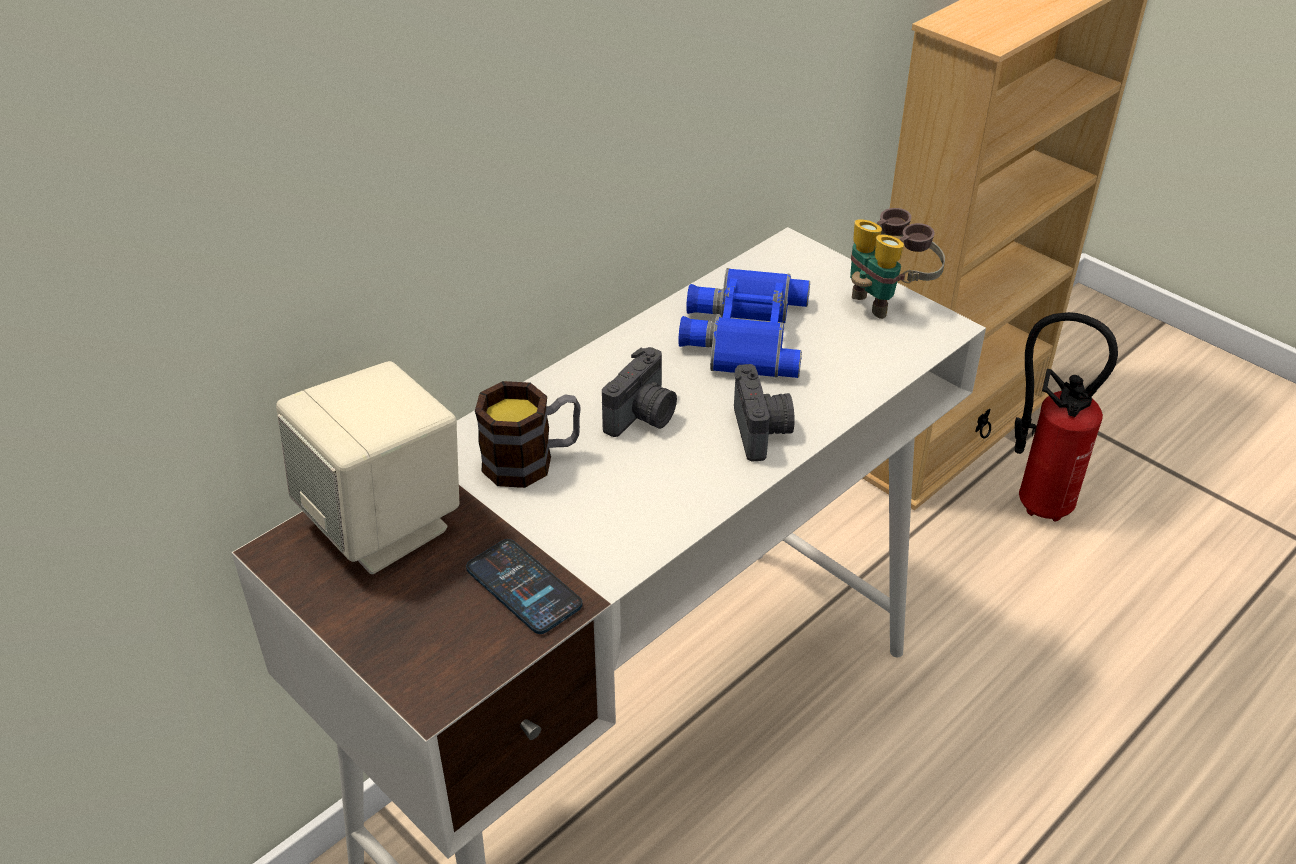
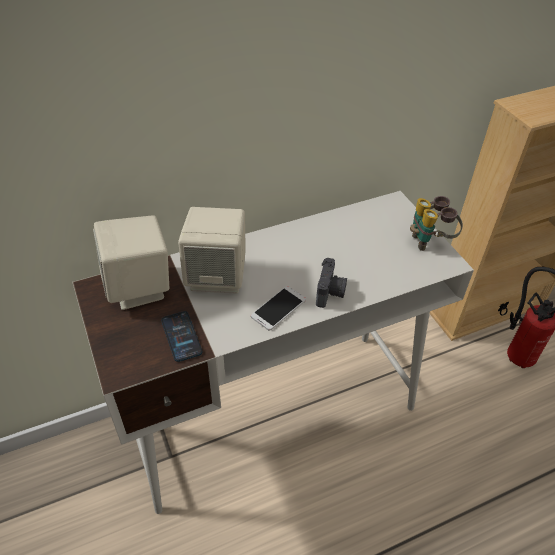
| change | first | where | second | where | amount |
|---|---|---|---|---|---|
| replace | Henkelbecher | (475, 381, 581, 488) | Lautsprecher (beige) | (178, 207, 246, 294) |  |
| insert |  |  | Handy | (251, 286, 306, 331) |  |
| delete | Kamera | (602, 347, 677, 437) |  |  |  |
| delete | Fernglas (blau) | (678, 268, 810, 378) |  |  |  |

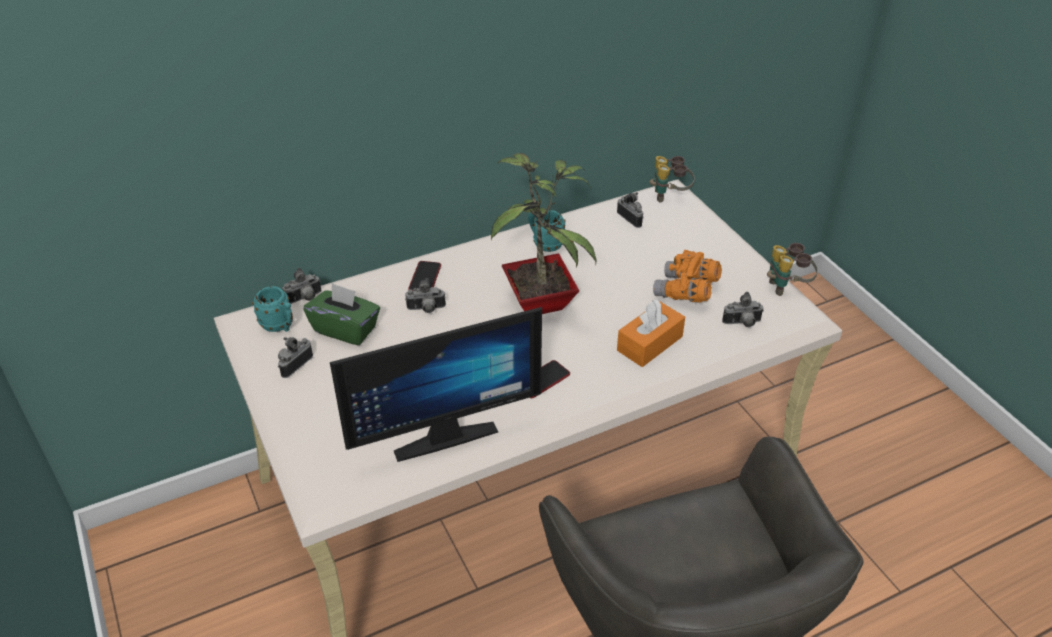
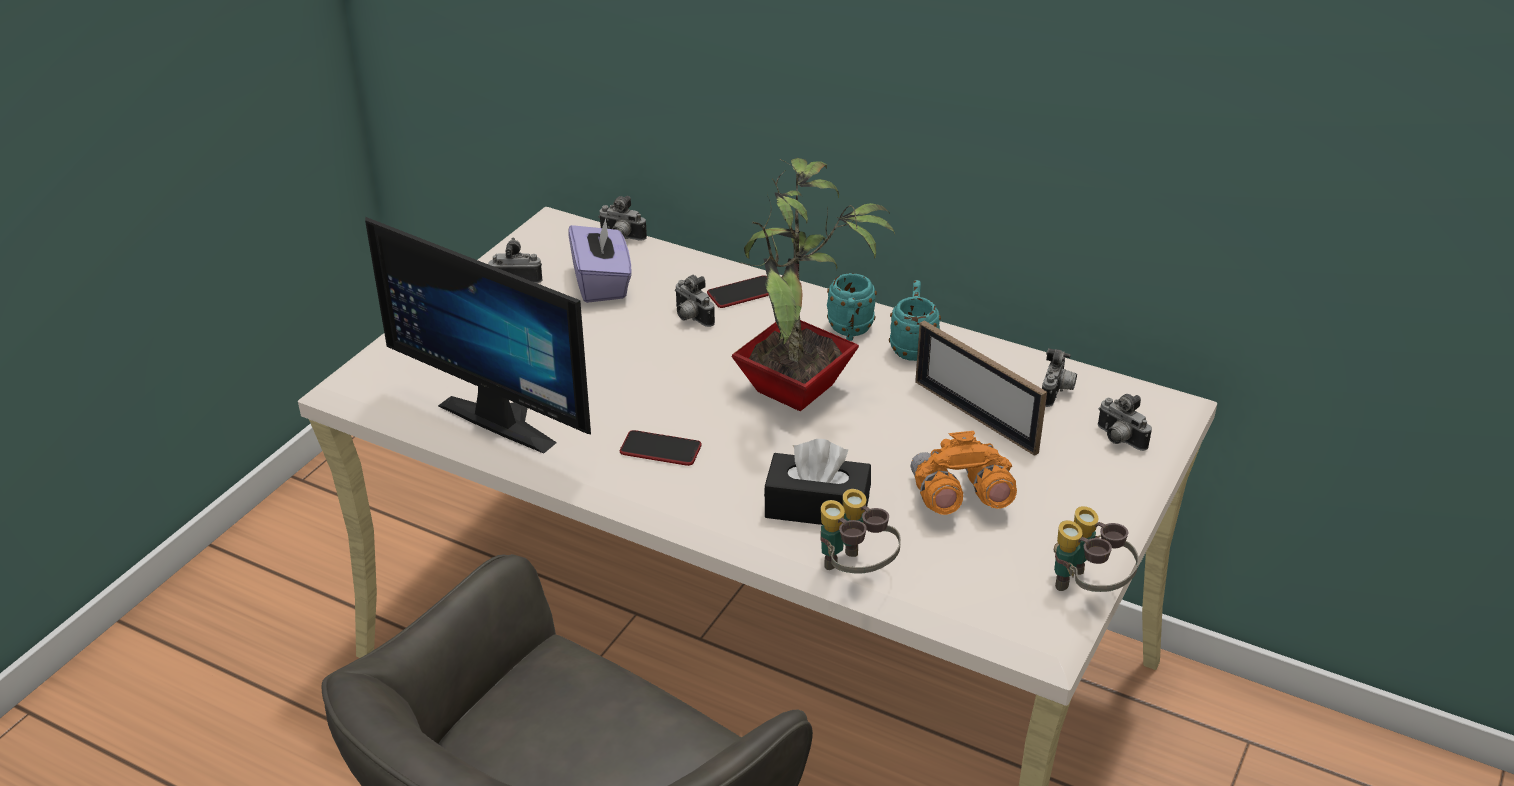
| change | first | where | second | where | amount |
|---|---|---|---|---|---|
| recolor | Taschentuchbox (grün) | (303, 283, 380, 345) | Taschentuchbox (lila) | (568, 218, 632, 303) |  |
| recolor | Taschentuchbox (orange) | (617, 300, 685, 367) | Taschentuchbox (schwarz) | (764, 439, 871, 525) |  |
| move | Fernglas | (650, 156, 695, 203) |  | (820, 489, 901, 574) |  |
| move | Henkelbecher (türkis) | (252, 286, 293, 332) |  | (827, 273, 877, 341) |  |
| insert |  |  | Bilderrahmen | (915, 320, 1047, 456) |  |
| move | Kamera | (722, 292, 764, 327) |  | (1098, 394, 1152, 451) |  |

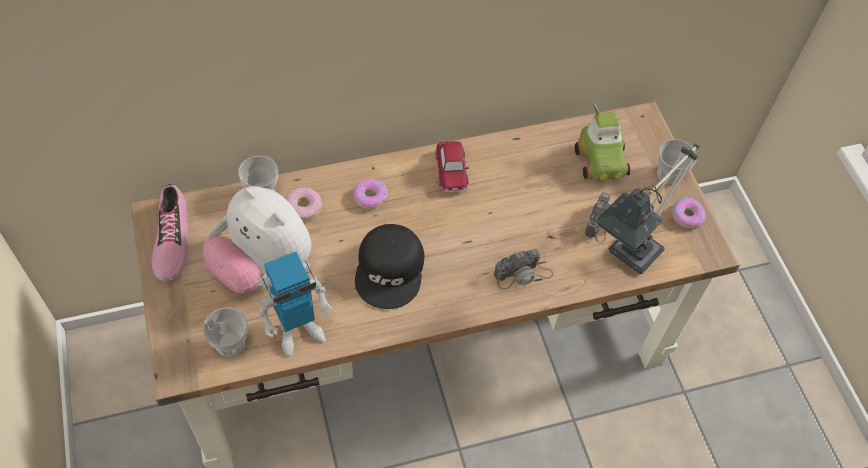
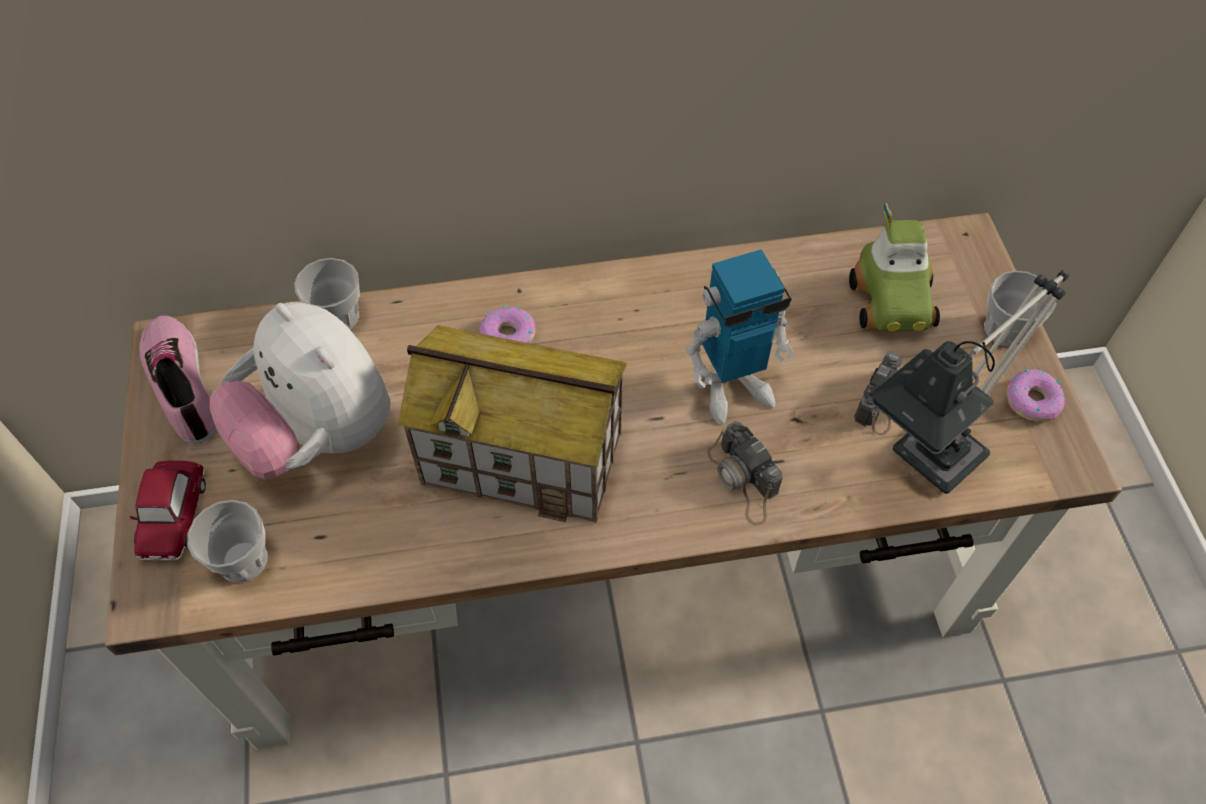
| change | first | where | second | where | amount |
|---|---|---|---|---|---|
| move | Spielzeugauto | (436, 141, 469, 192) |  | (129, 460, 206, 560) |  |
| rotate | Schuh | (152, 184, 188, 281) |  | (139, 316, 216, 444) | 150 degrees clockwise |
| replace | Kappe (schwarz) | (355, 224, 424, 309) | Spielzeughaus | (398, 325, 627, 523) |  |
| move | Spielzeugroboter | (258, 252, 332, 357) |  | (686, 249, 794, 425) |  |
| rotate | Kamera | (494, 249, 554, 290) |  | (707, 421, 782, 526) | 75 degrees clockwise |
| delete | Donut | (285, 187, 322, 221) |  |  |  |

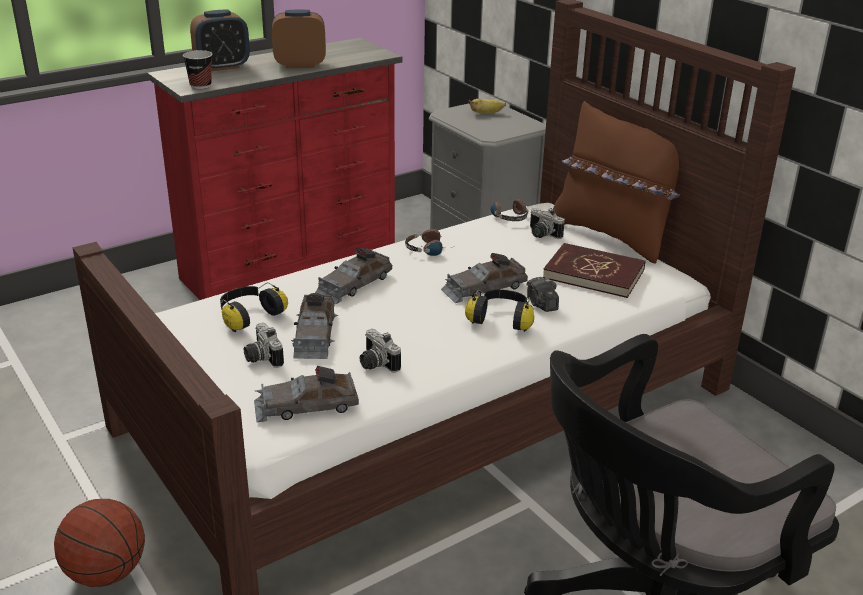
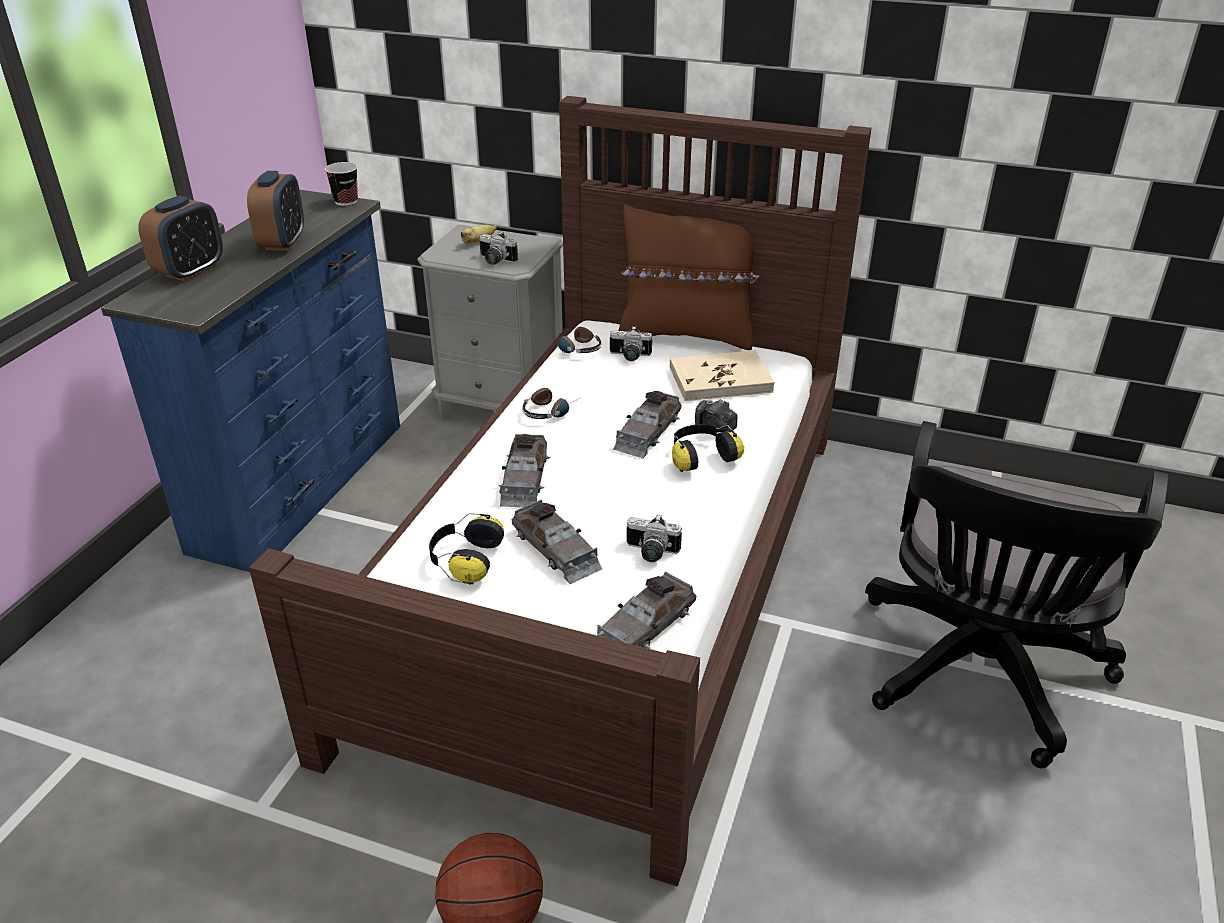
| change | first | where | second | where | amount |
|---|---|---|---|---|---|
| recolor | Kommode (rot) | (147, 38, 402, 300) | Kommode (blau) | (101, 190, 400, 572) |  |
| rotate | Wecker | (272, 10, 326, 68) |  | (247, 171, 304, 251) | 135 degrees clockwise |
| move | Tasse | (183, 50, 212, 89) |  | (325, 162, 358, 206) |  |
| move | Kamera | (244, 323, 284, 368) |  | (479, 231, 518, 264) |  |
| recolor | Buch (rot) | (543, 243, 645, 298) | Buch (beige) | (670, 350, 775, 401) |  |

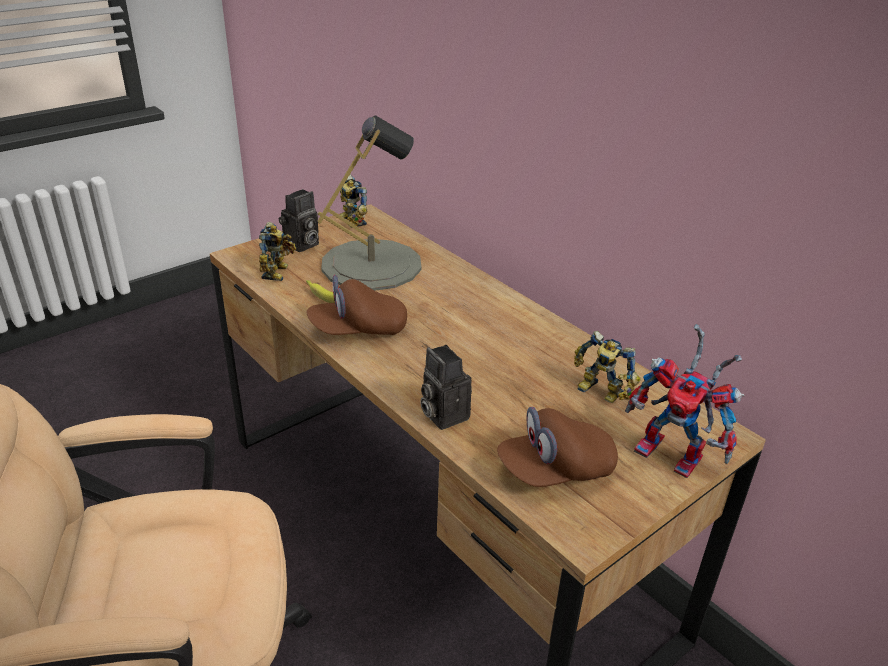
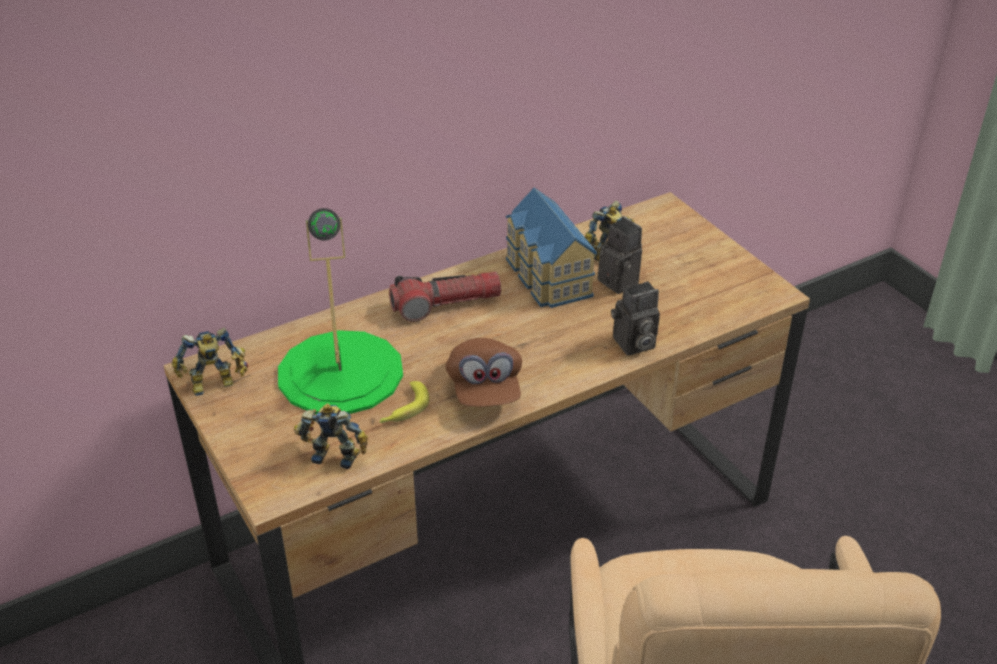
| change | first | where | second | where | amount |
|---|---|---|---|---|---|
| recolor | Tischlampe (grau) | (318, 115, 421, 291) | Tischlampe (grün) | (278, 208, 403, 414) |  |
| insert |  |  | Taschenlampe | (389, 272, 501, 322) |  |
| insert |  |  | Spielzeughaus | (506, 188, 597, 308) |  |
| move | Kamera | (279, 189, 319, 252) |  | (598, 216, 642, 294) |  |
| delete | Kappe (braun) | (497, 407, 618, 487) |  |  |  |
| delete | Spielzeugroboter | (625, 324, 745, 478) |  |  |  |

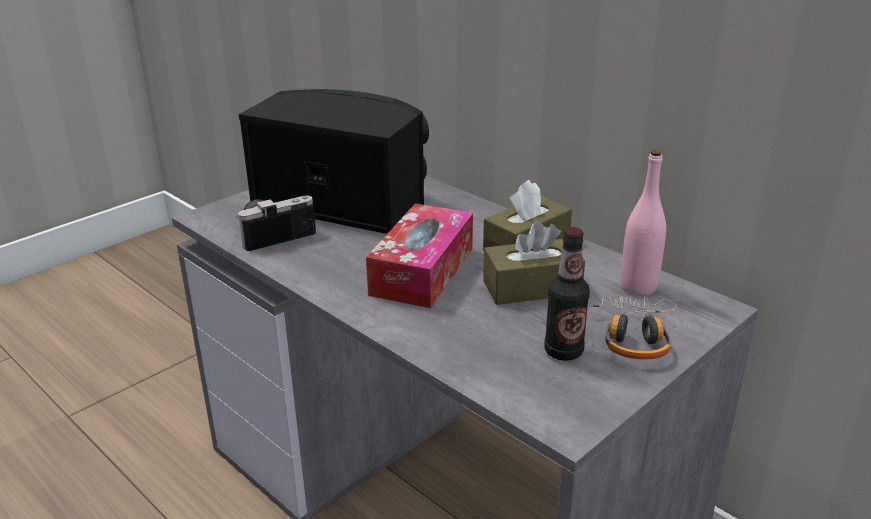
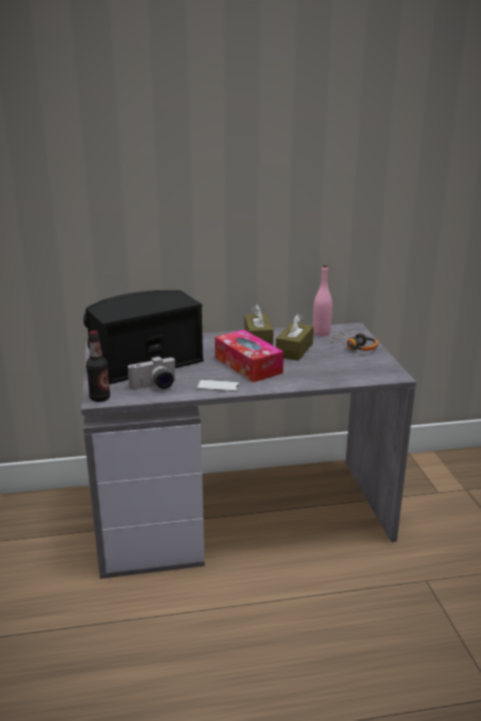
| change | first | where | second | where | amount |
|---|---|---|---|---|---|
| move | Flasche | (545, 227, 590, 361) |  | (86, 330, 110, 402) |  |
| rotate | Kamera | (236, 196, 316, 251) |  | (128, 356, 175, 390) | 120 degrees counterclockwise |
| insert |  |  | Handy | (196, 379, 240, 392) |  |

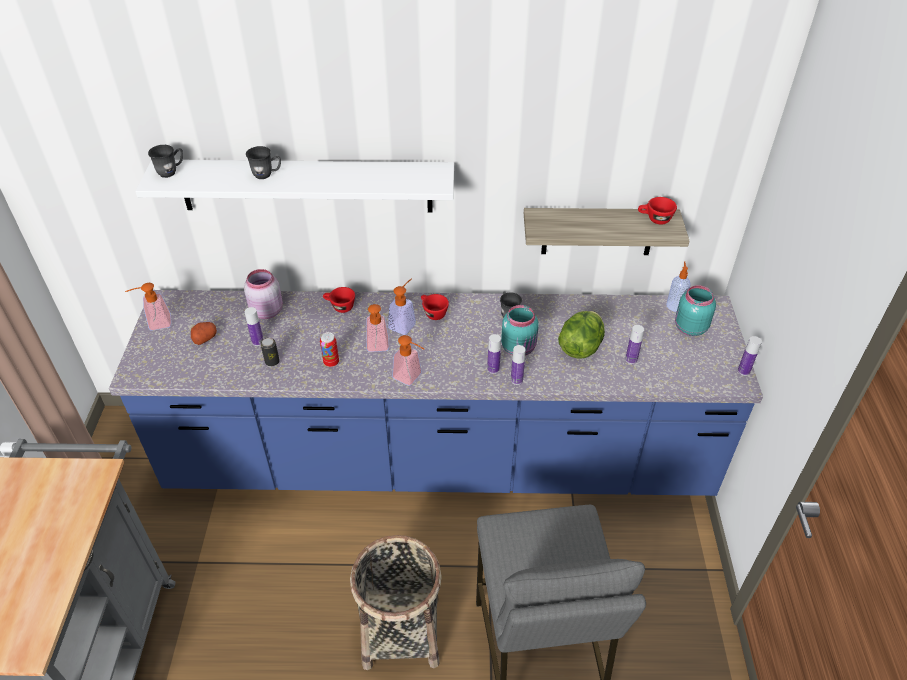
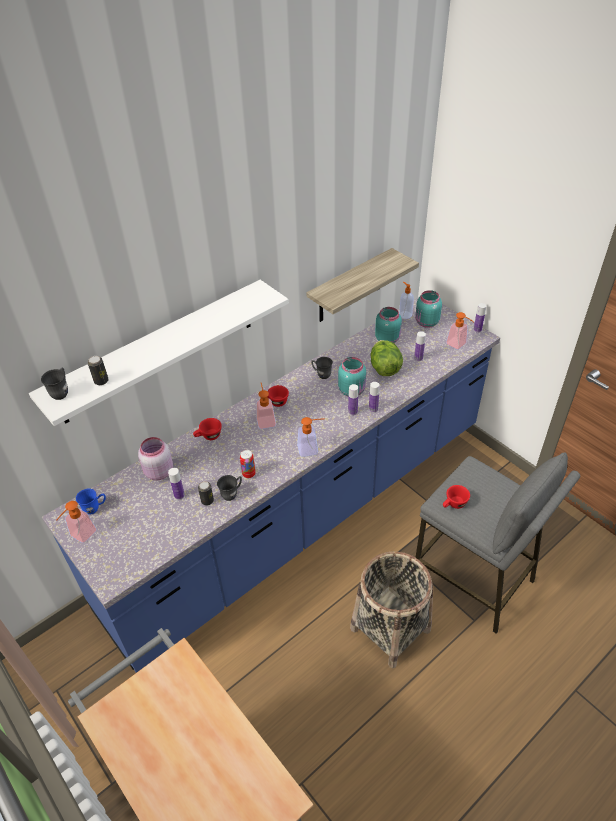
| change | first | where | second | where | amount |
|---|---|---|---|---|---|
| insert |  |  | Henkelbecher (blau) | (76, 489, 106, 515) |  |
| insert |  |  | Dose | (87, 356, 109, 385) |  |
| move | Henkelbecher (grau) | (246, 146, 281, 179) |  | (217, 475, 242, 501) |  |
| insert |  |  | Vorratsglas (türkis) | (375, 307, 402, 343) |  |
| move | Tasse (rot) | (638, 197, 677, 225) |  | (443, 485, 470, 509) |  |
| move | Seifenspender | (366, 304, 389, 352) |  | (446, 312, 474, 350) |  |
| delete | Kartoffel | (191, 322, 217, 345) |  |  |  |

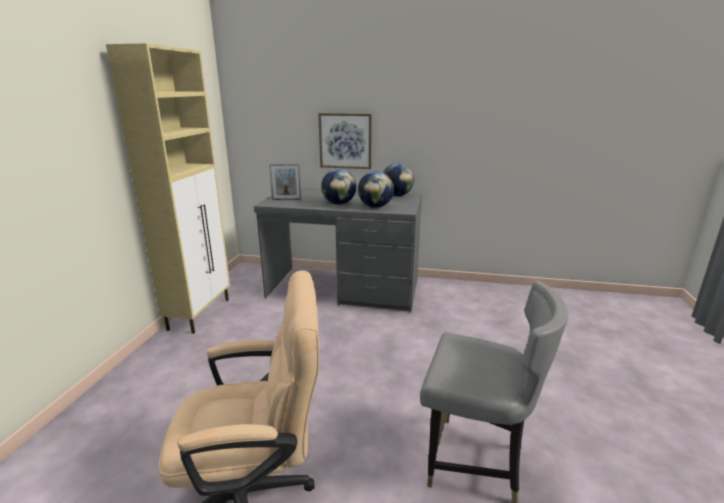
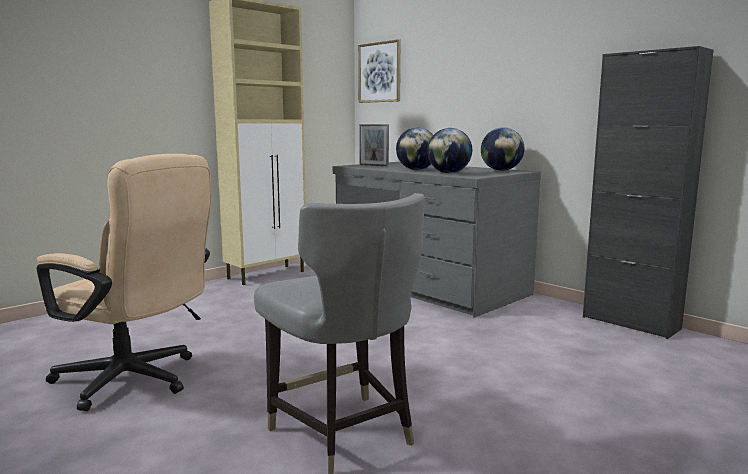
| change | first | where | second | where | amount |
|---|---|---|---|---|---|
| move | Bild | (318, 113, 372, 169) |  | (358, 39, 401, 103) |  |
| insert |  |  | Schrank (schwarz) | (583, 46, 713, 339) |  |

